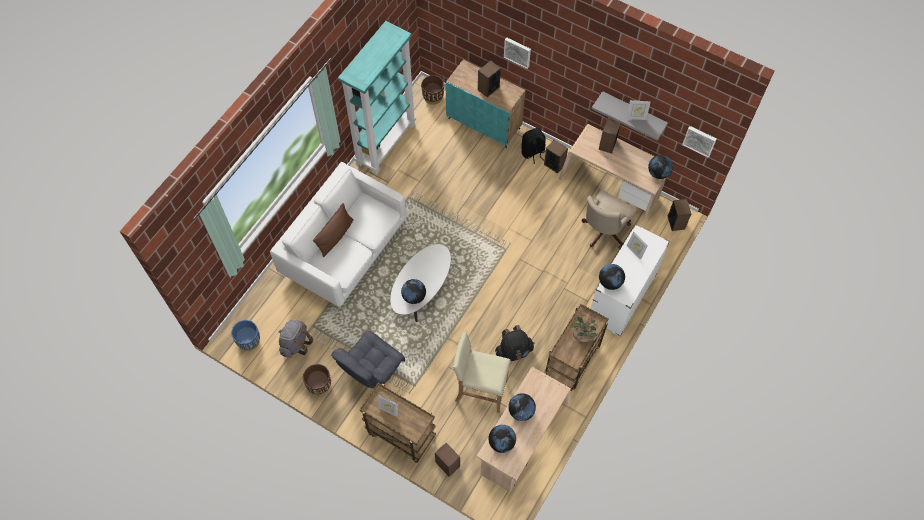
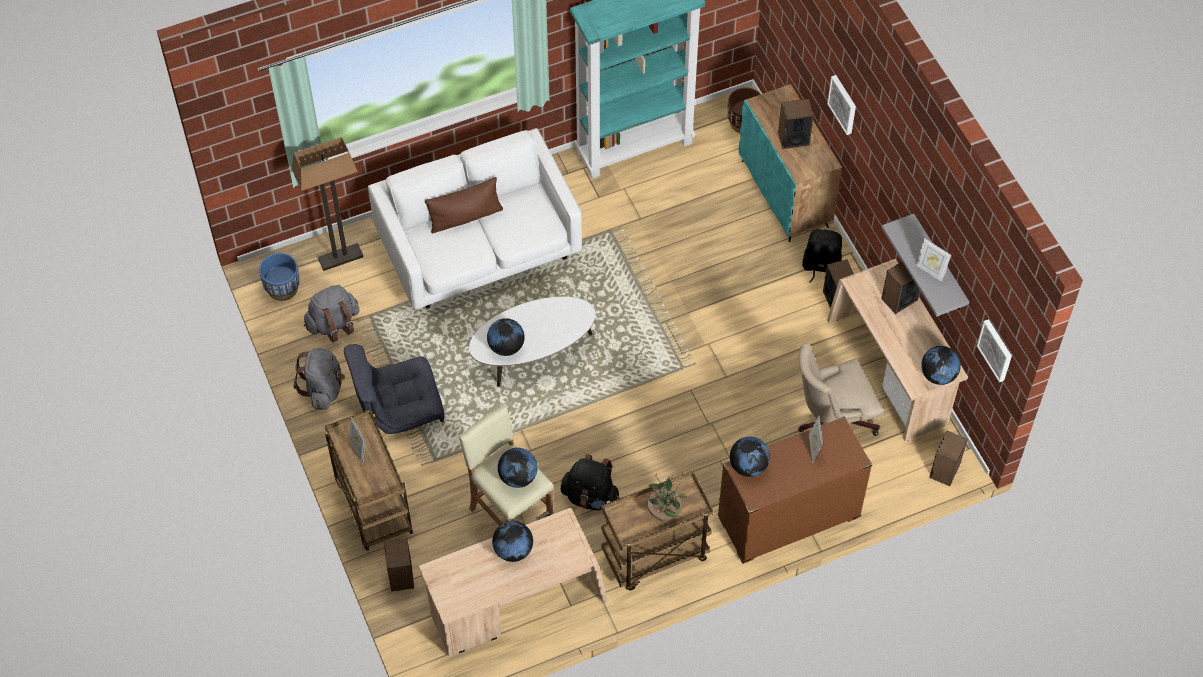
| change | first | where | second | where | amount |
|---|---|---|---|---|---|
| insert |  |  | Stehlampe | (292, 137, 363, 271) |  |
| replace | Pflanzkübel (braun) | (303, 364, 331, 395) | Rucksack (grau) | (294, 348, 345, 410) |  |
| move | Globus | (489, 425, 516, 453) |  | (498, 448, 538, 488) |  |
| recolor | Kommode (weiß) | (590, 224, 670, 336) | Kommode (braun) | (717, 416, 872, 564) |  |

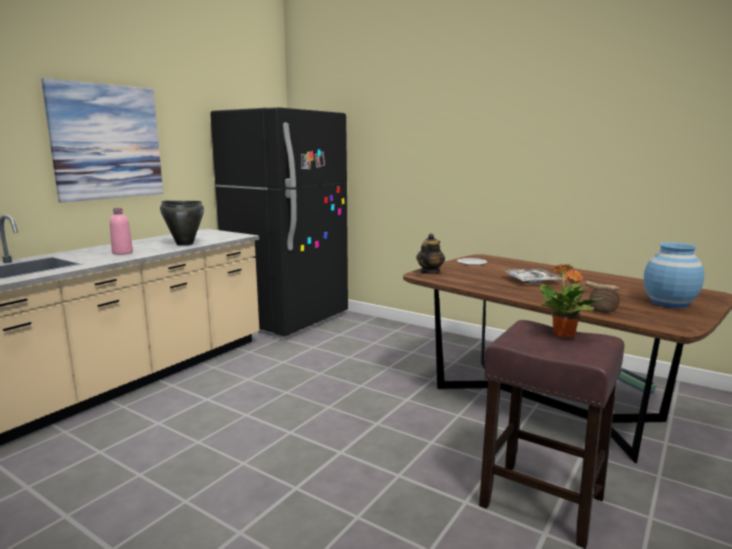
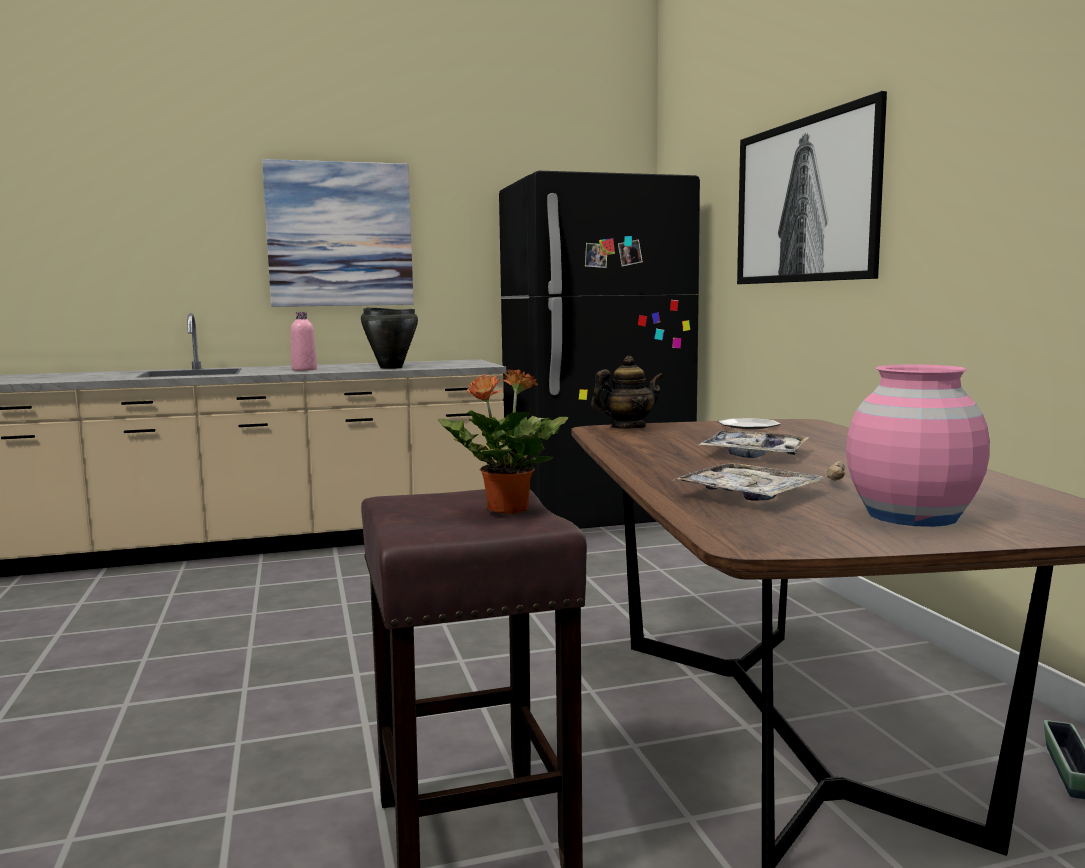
| change | first | where | second | where | amount |
|---|---|---|---|---|---|
| replace | Brot | (589, 288, 620, 313) | Tablett | (674, 463, 824, 501) |  |
| insert |  |  | Bild | (737, 91, 887, 284) |  |
| recolor | Vase (blau) | (644, 242, 704, 308) | Vase (rosa) | (846, 365, 990, 527) |  |

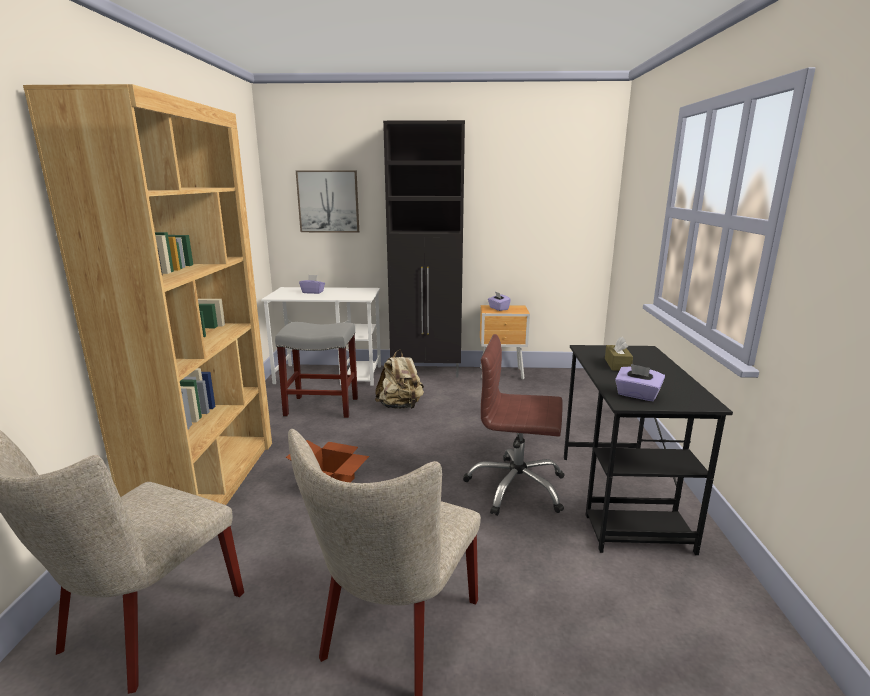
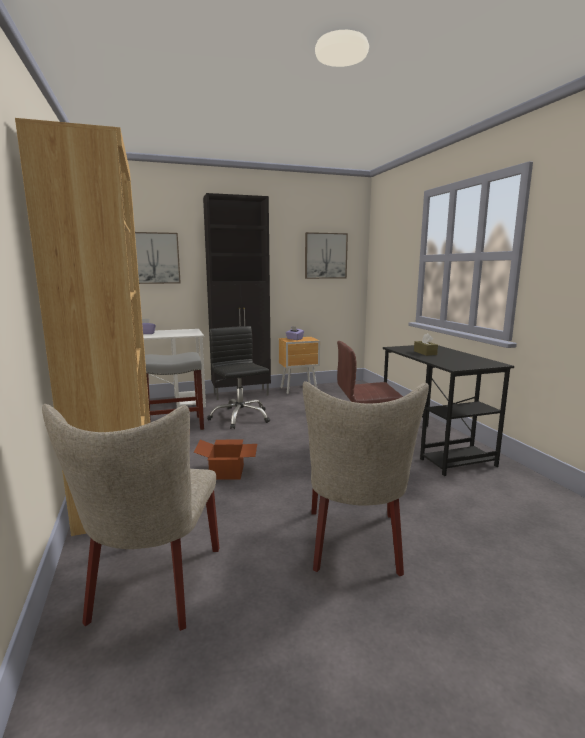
| change | first | where | second | where | amount |
|---|---|---|---|---|---|
| replace | Rucksack (beige) | (375, 350, 424, 409) | Bürostuhl (schwarz) | (207, 326, 270, 429) |  |
| insert |  |  | Bild | (305, 232, 348, 279) |  |
| delete | Taschentuchbox (lila) | (615, 364, 665, 401) |  |  |  |

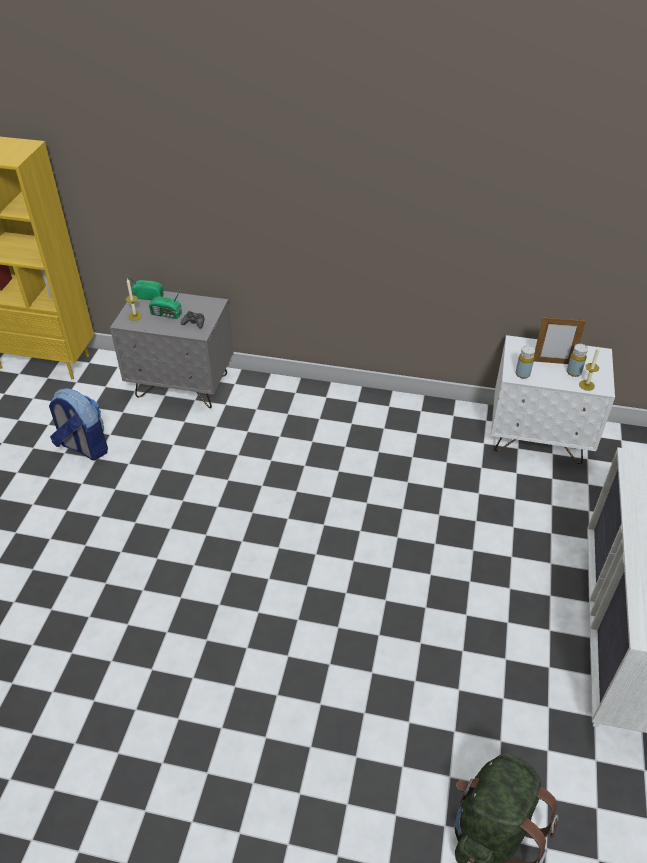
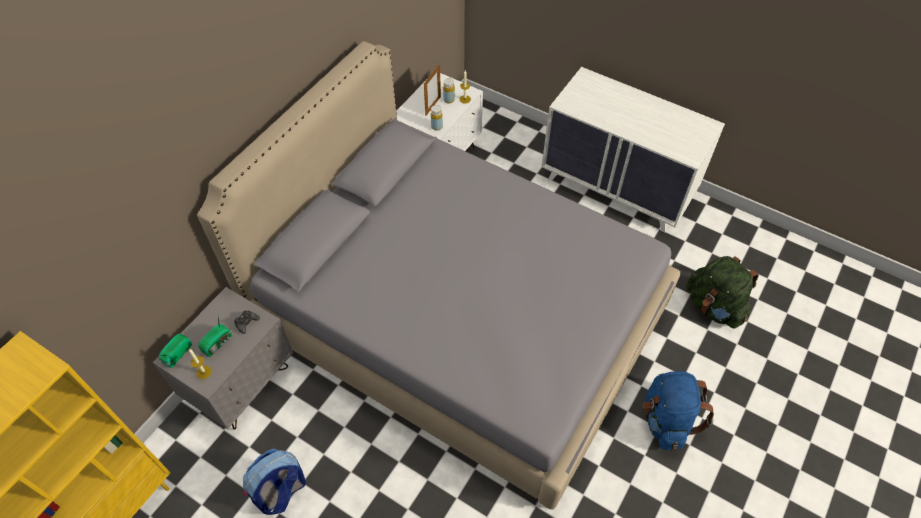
| change | first | where | second | where | amount |
|---|---|---|---|---|---|
| insert |  |  | Bett (grau) | (197, 41, 680, 510) |  |
| insert |  |  | Rucksack (blau) | (642, 371, 714, 451) |  |

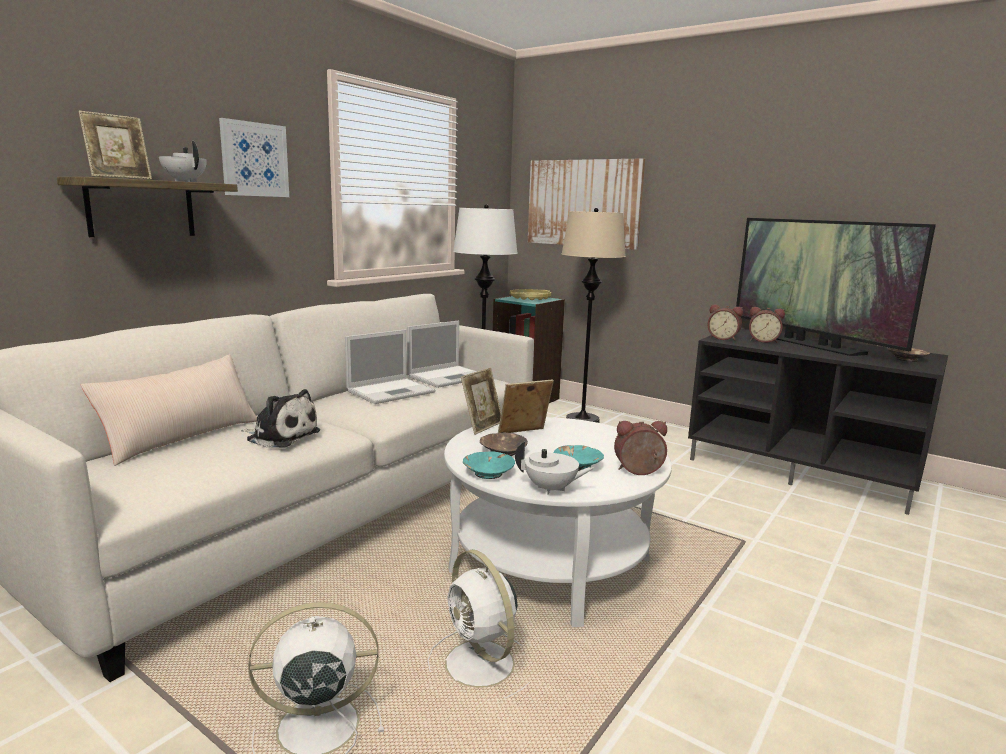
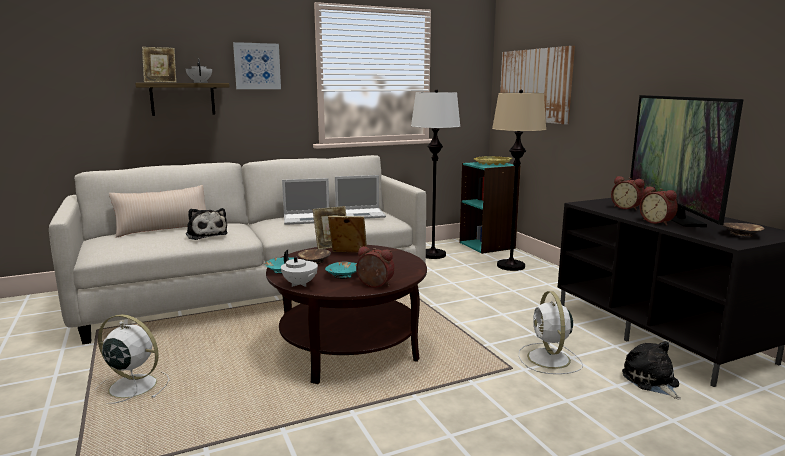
| change | first | where | second | where | amount |
|---|---|---|---|---|---|
| recolor | Couchtisch (weiß) | (444, 417, 672, 627) | Couchtisch (braun) | (266, 245, 427, 384) |  |
| move | Ventilator (weiß) | (427, 550, 530, 698) |  | (519, 291, 583, 374) |  |
| insert |  |  | Plüschtier | (622, 341, 681, 399) |  |
| move | Wecker | (708, 304, 743, 341) |  | (640, 186, 678, 225) |  |

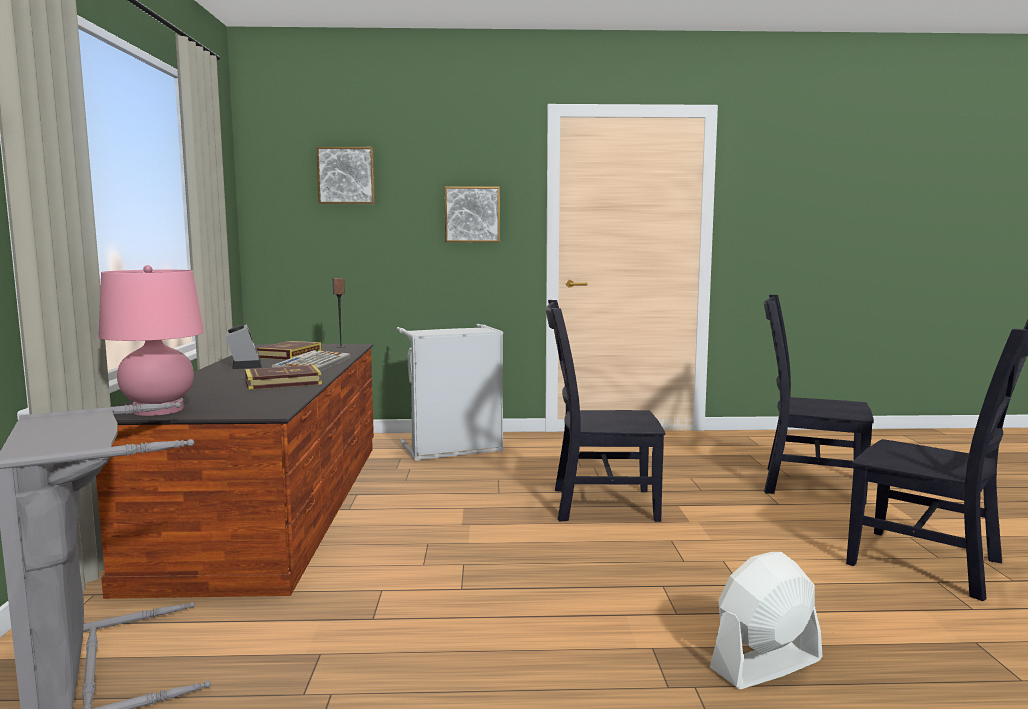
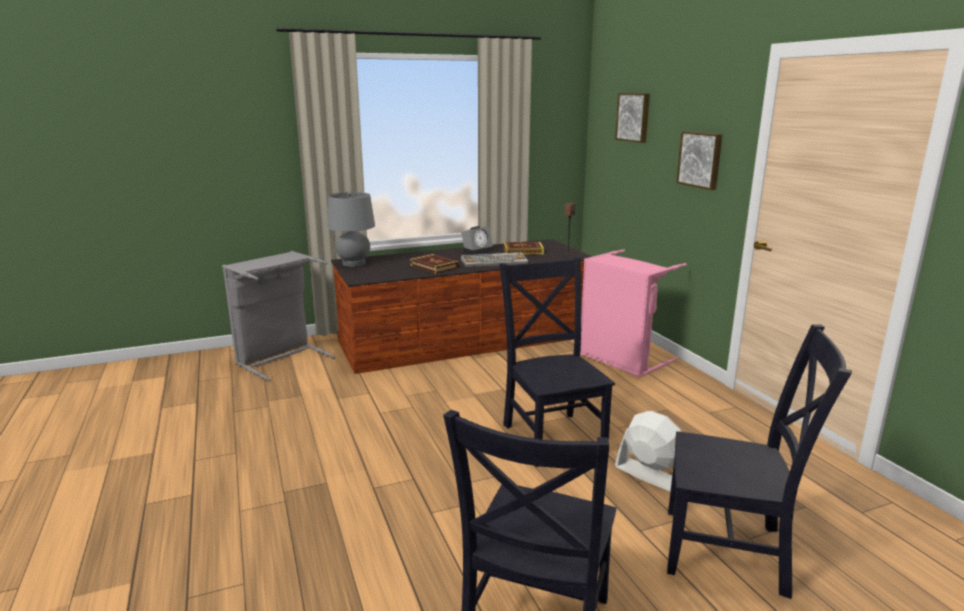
| change | first | where | second | where | amount |
|---|---|---|---|---|---|
| recolor | Tischlampe (rosa) | (99, 265, 204, 416) | Tischlampe (grau) | (327, 192, 375, 267) |  |
| recolor | Wäschekorb (grau) | (396, 324, 503, 461) | Wäschekorb (rosa) | (580, 249, 687, 378) |  |
| move | Ventilator (weiß) | (710, 552, 823, 689) |  | (615, 411, 681, 491) |  |
| rotate | Stuhl (schwarz) | (764, 295, 874, 505) |  | (667, 325, 852, 599) | 105 degrees clockwise |

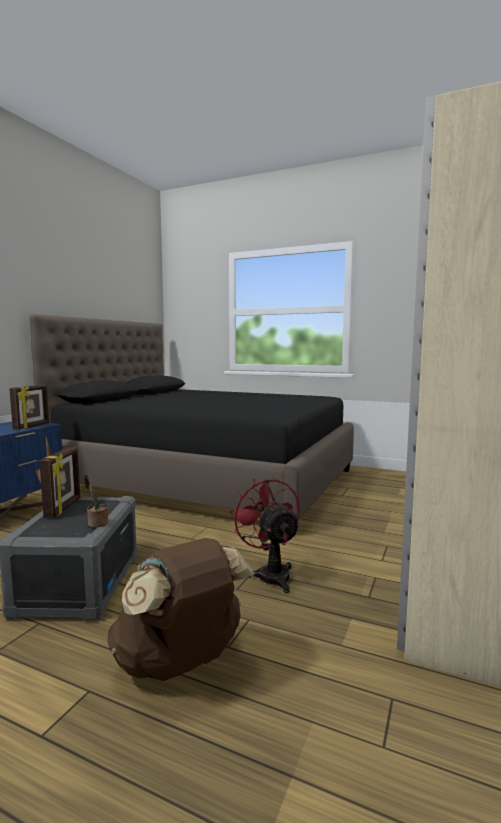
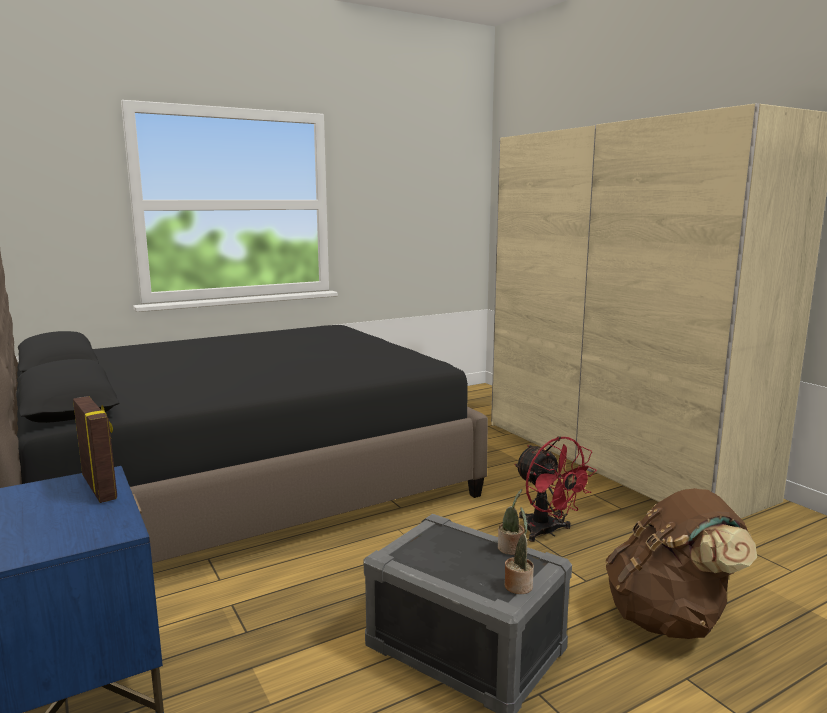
| change | first | where | second | where | amount |
|---|---|---|---|---|---|
| insert |  |  | Topfpflanze | (505, 507, 534, 594) |  |
| rotate | Ventilator (rot) | (230, 477, 300, 593) |  | (514, 436, 597, 542) | 135 degrees counterclockwise |
| delete | Bilderrahmen | (39, 447, 80, 518) |  |  |  |

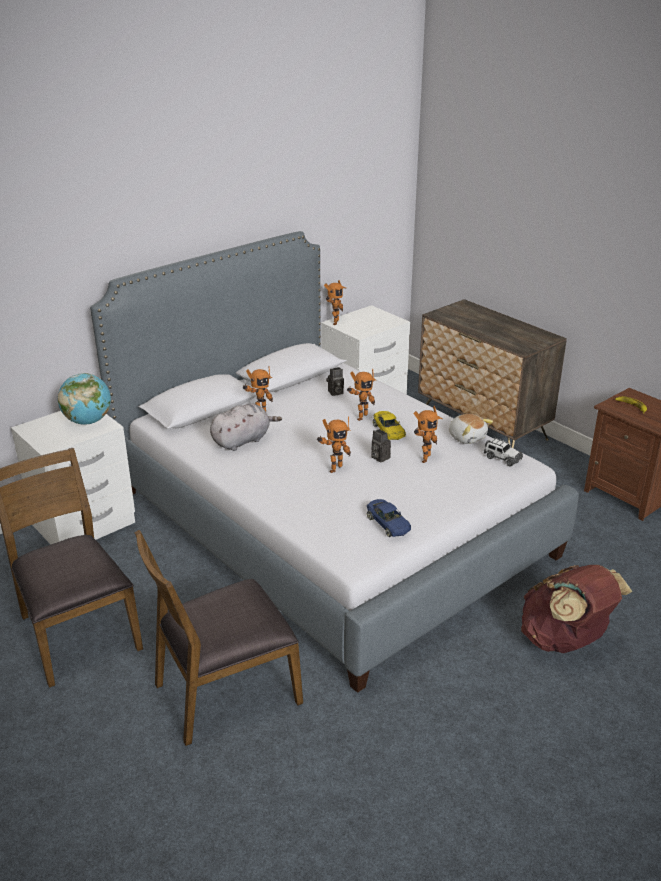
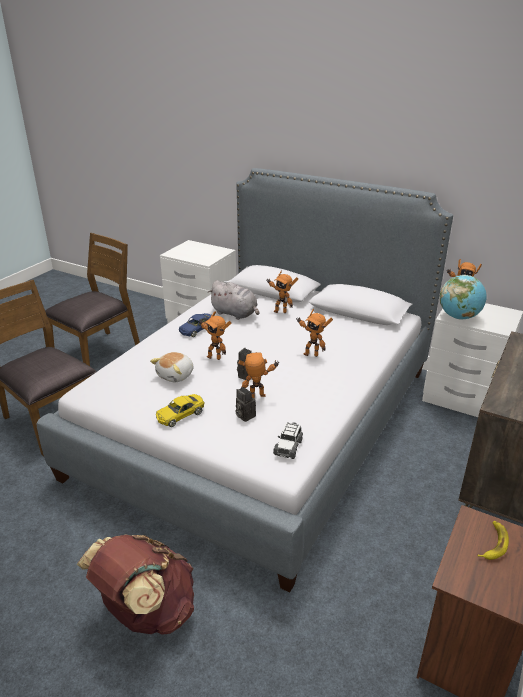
| change | first | where | second | where | amount |
|---|---|---|---|---|---|
| move | Plüschtier | (449, 414, 493, 444) |  | (150, 352, 194, 382) |  |
| move | Spielzeugauto (gelb) | (373, 411, 406, 440) |  | (156, 394, 205, 427) |  |
| move | Spielzeugauto (blau) | (367, 499, 411, 537) |  | (179, 313, 212, 337) |  |
| move | Kamera | (326, 367, 344, 396) |  | (235, 387, 256, 422) |  |
| rotate | Spielzeugroboter | (414, 406, 443, 463) |  | (238, 352, 280, 399) | 150 degrees clockwise |
| move | Globus | (58, 373, 111, 425) |  | (440, 275, 487, 320) |  |

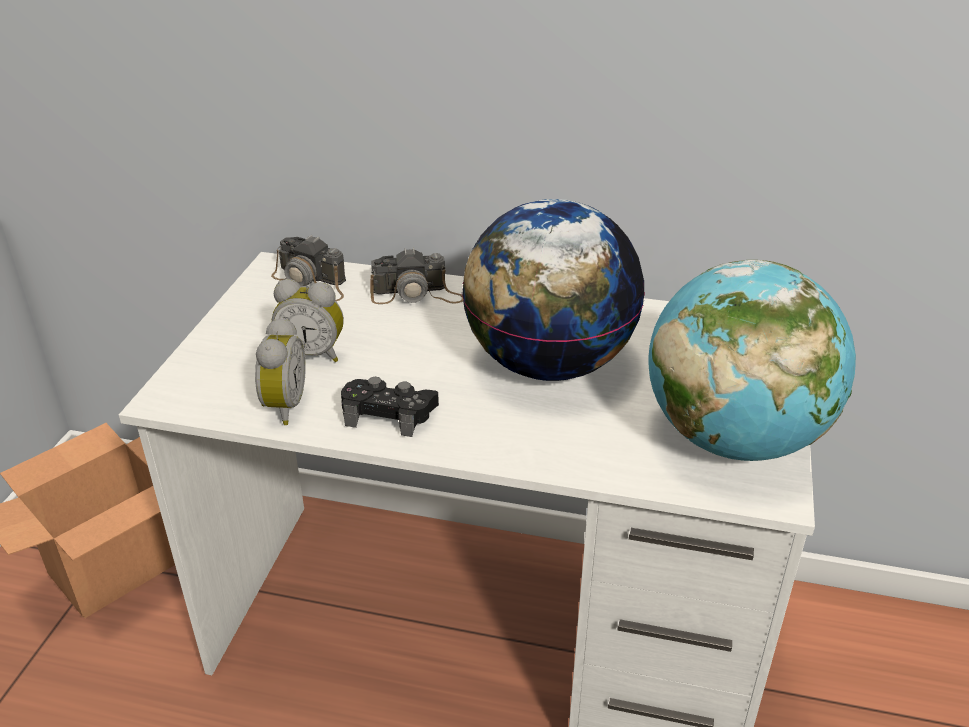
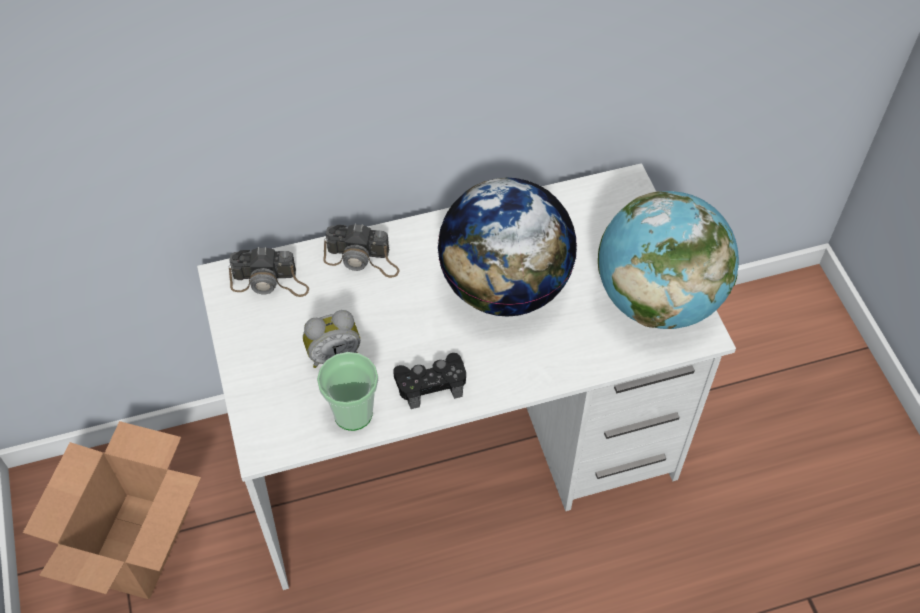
| change | first | where | second | where | amount |
|---|---|---|---|---|---|
| replace | Wecker | (255, 317, 306, 425) | Tasse | (317, 352, 378, 431) |  |
| rotate | Kamera | (370, 248, 463, 304) |  | (323, 223, 399, 278) | 45 degrees clockwise |

